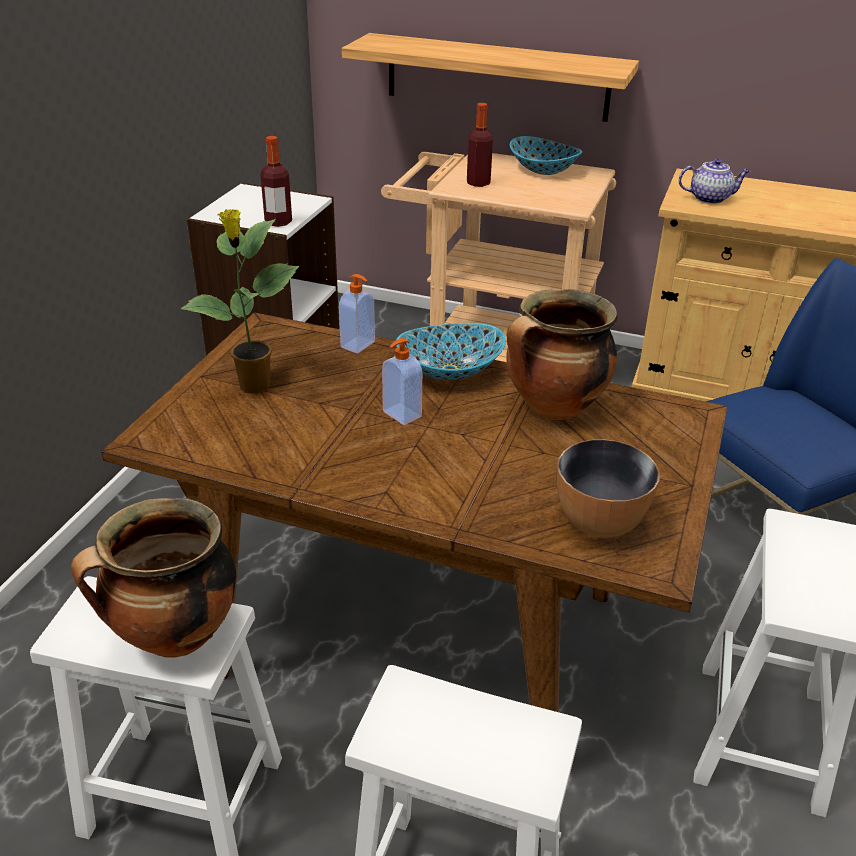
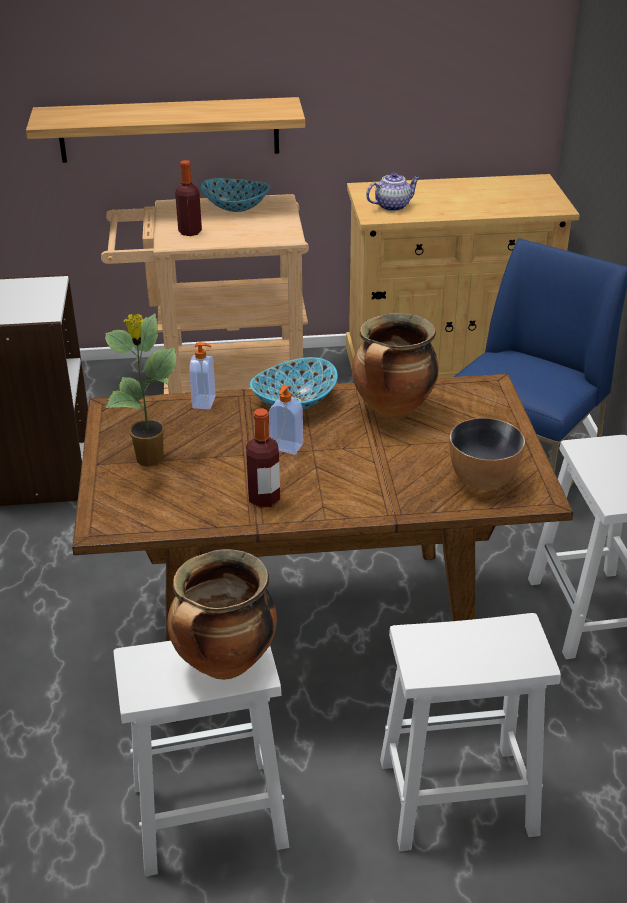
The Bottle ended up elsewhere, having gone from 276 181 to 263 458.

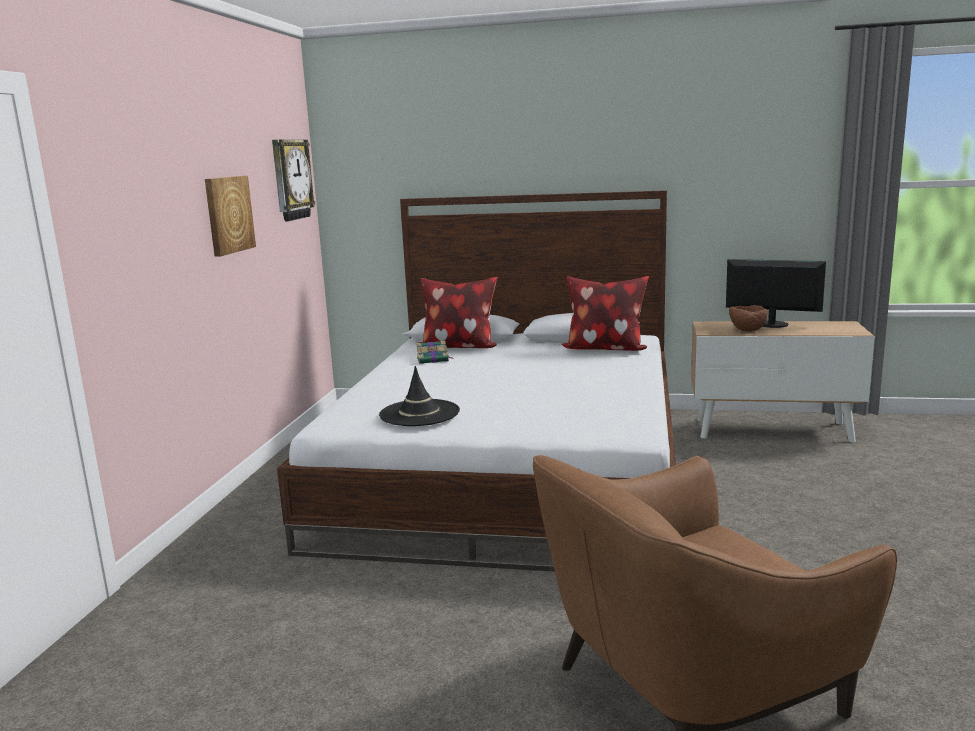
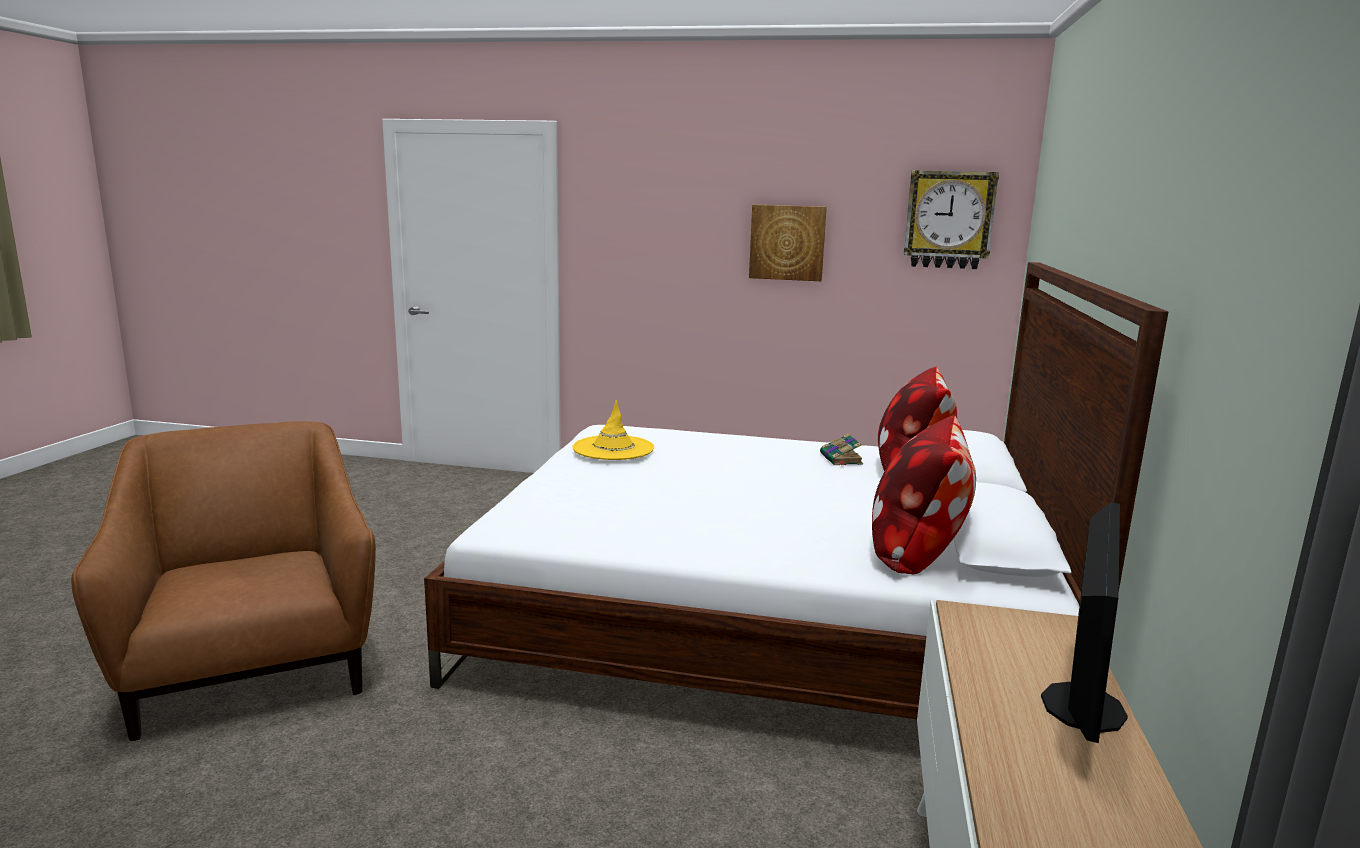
The second view lost the BrownBowl at 748 318.
What was the BlackHat at 419 396 turned into the YellowHat at 613 430.

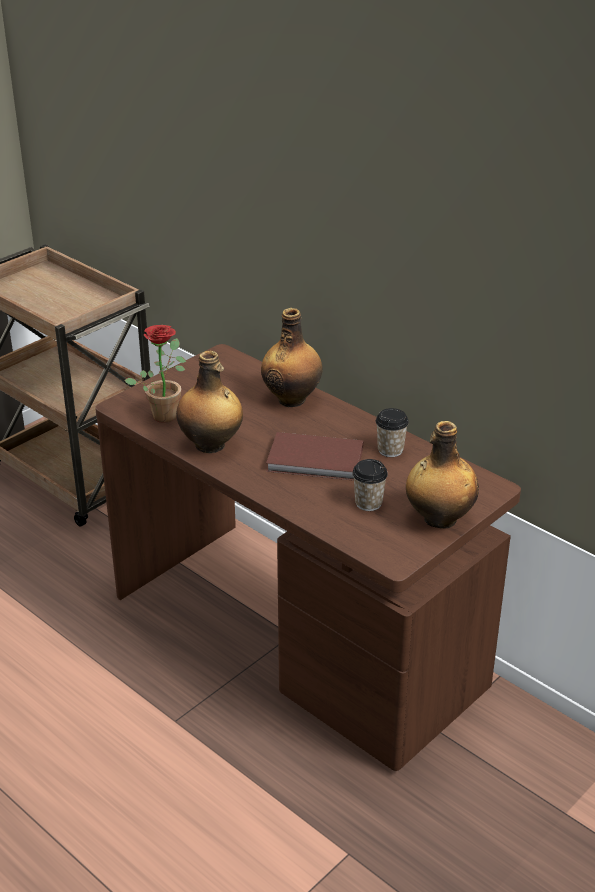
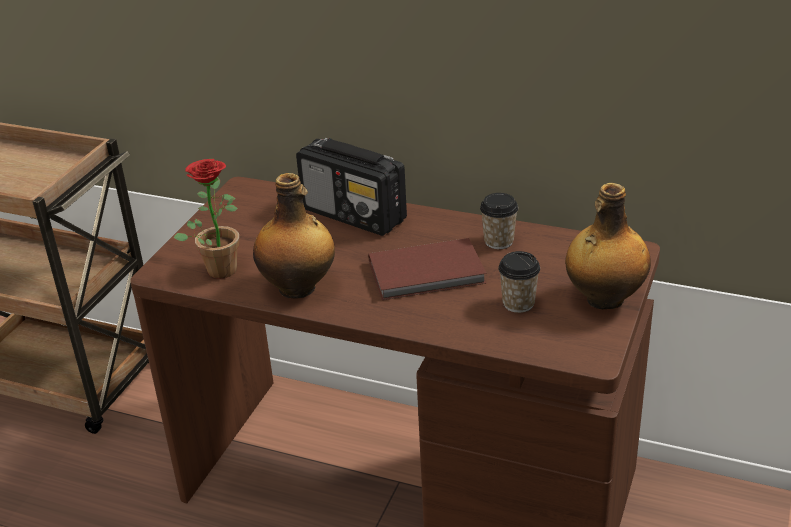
Where the Bottle stood at 292 357, the Radio came to stand at 351 187.

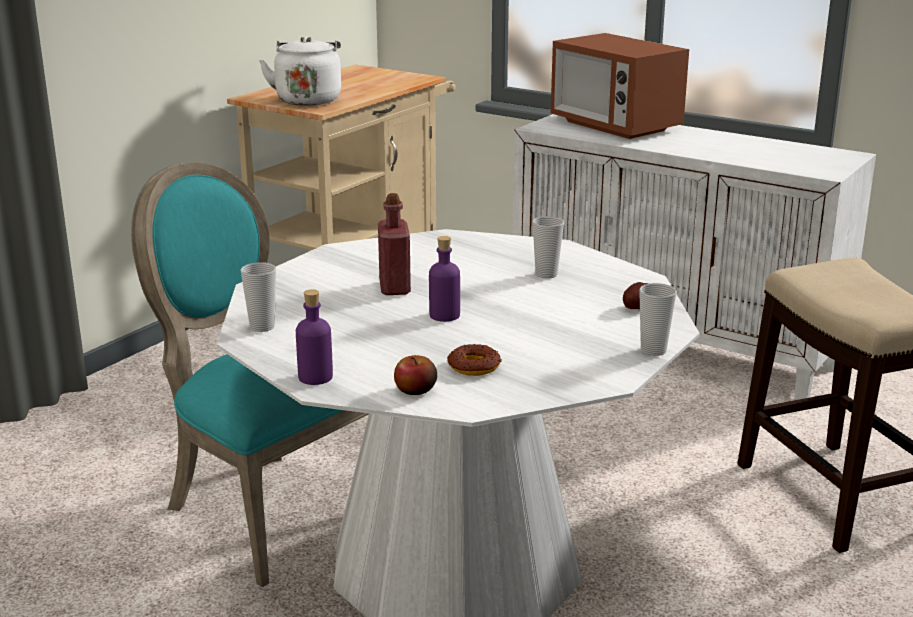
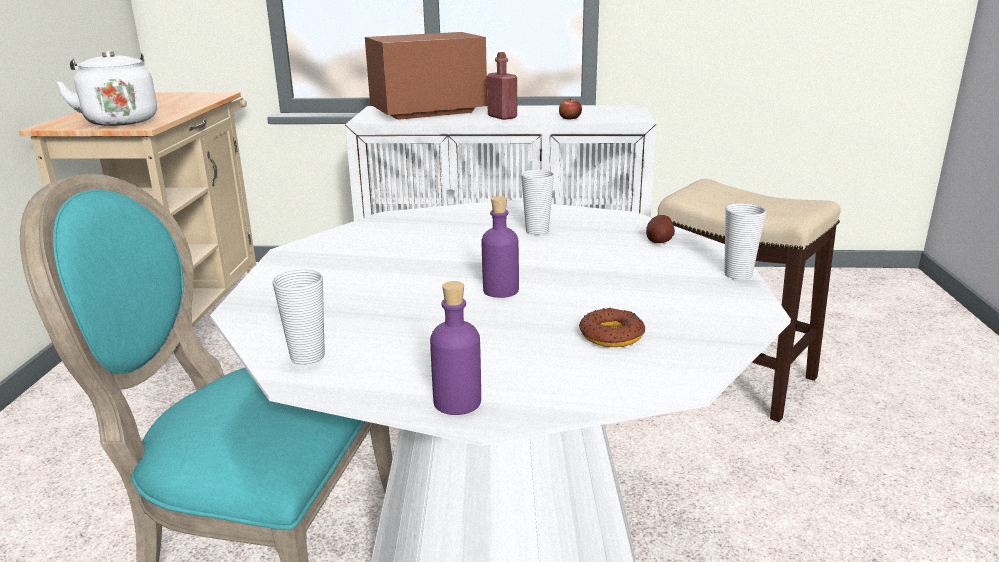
The Microwave at 620 86 ended up facing another way, 135 degrees clockwise from before.
The RedBottle ended up elsewhere, having gone from 394 244 to 502 86.
The Apple ended up elsewhere, having gone from 415 375 to 570 109.

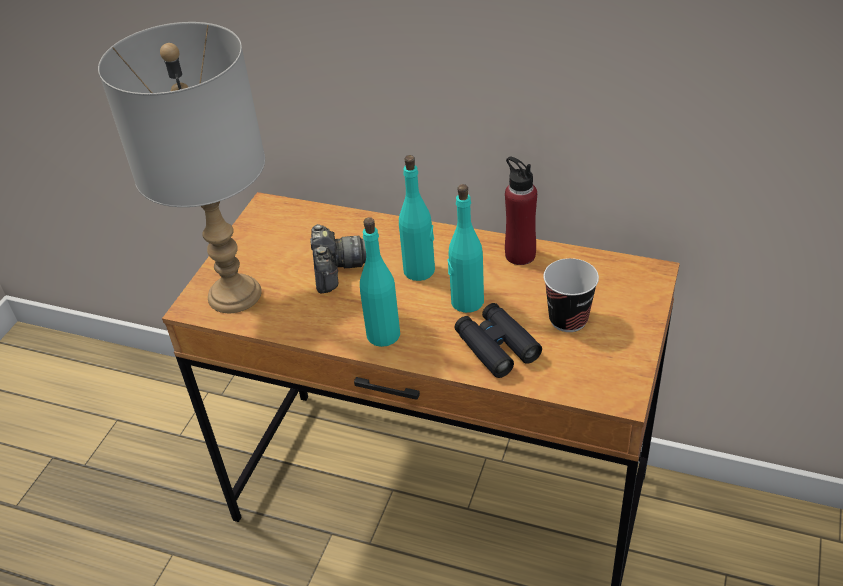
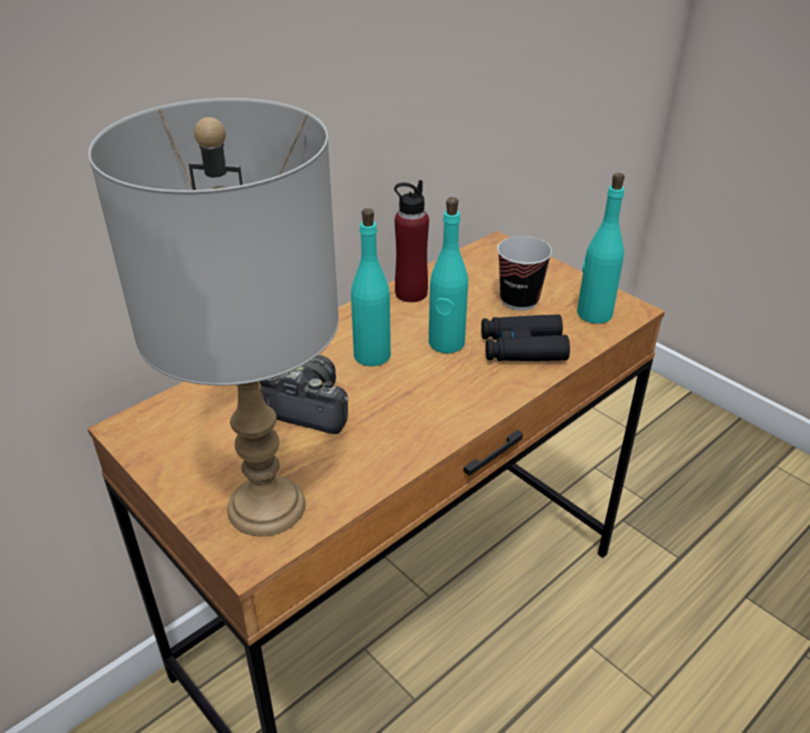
The TurquoiseBottle ended up elsewhere, having gone from 380 282 to 601 248.

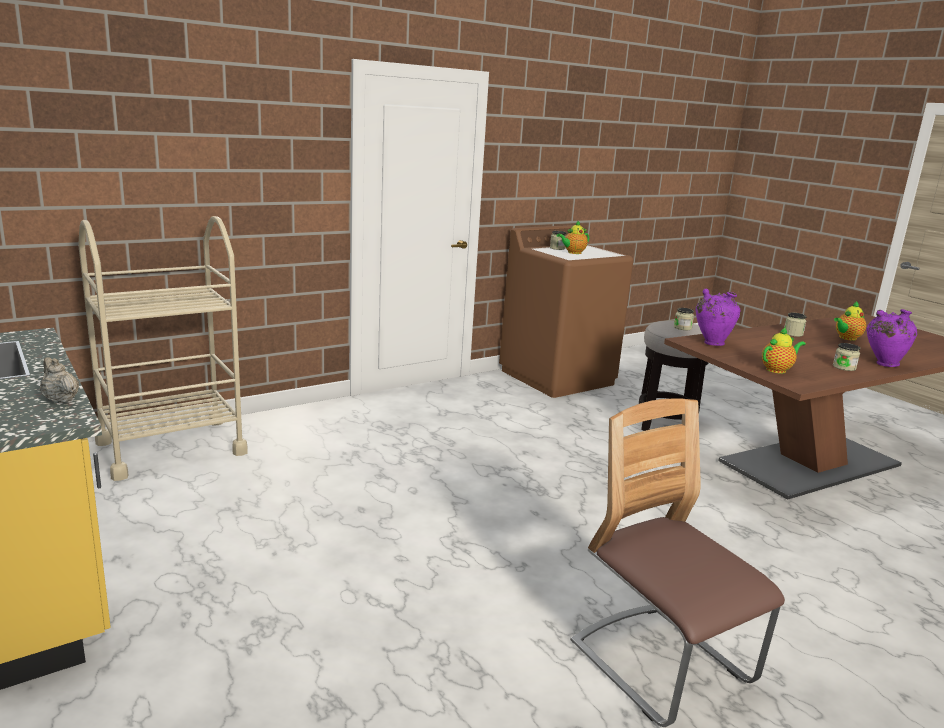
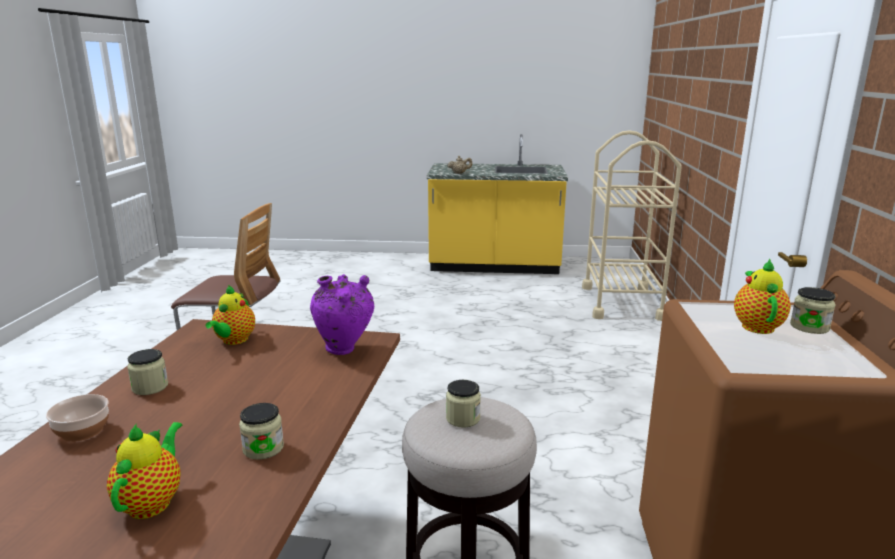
Where the PurpleVase stood at 891 338, the Bowl came to stand at 77 418.

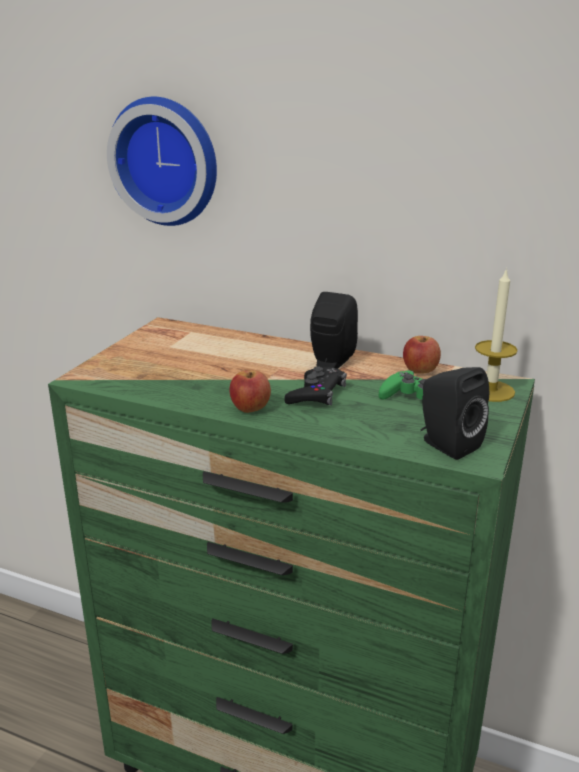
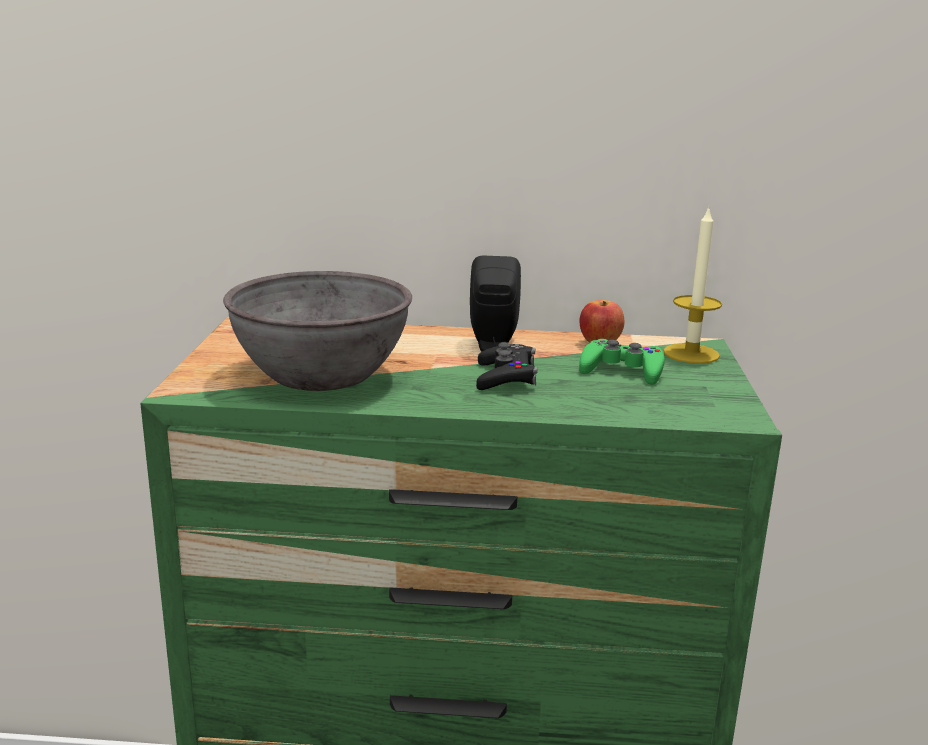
The second view lost the WallClock at 162 161.
The second view lost the BlackSpeaker at 455 413.
The second view lost the Apple at 250 391.
The second view gained the GreyBowl at 317 331.

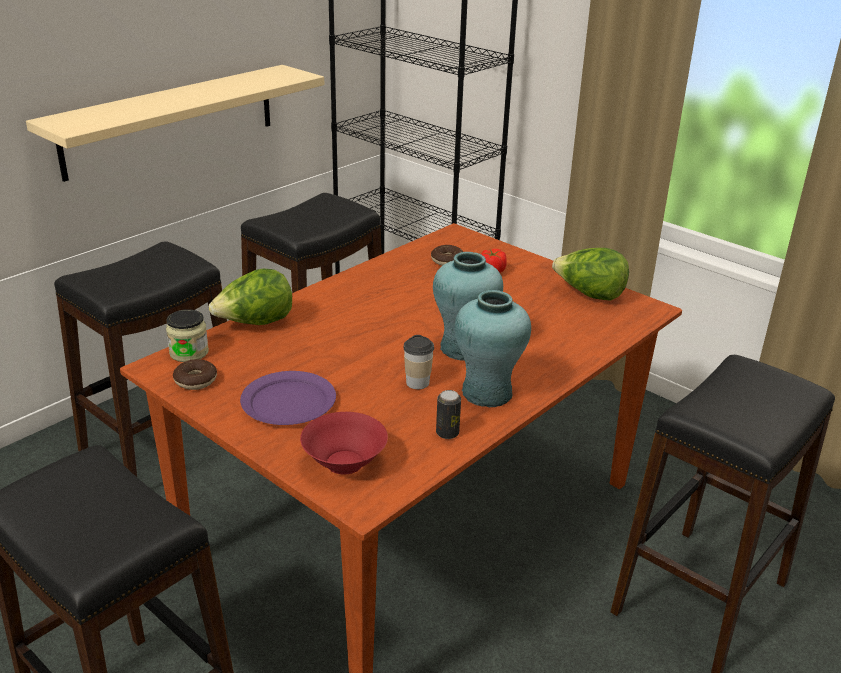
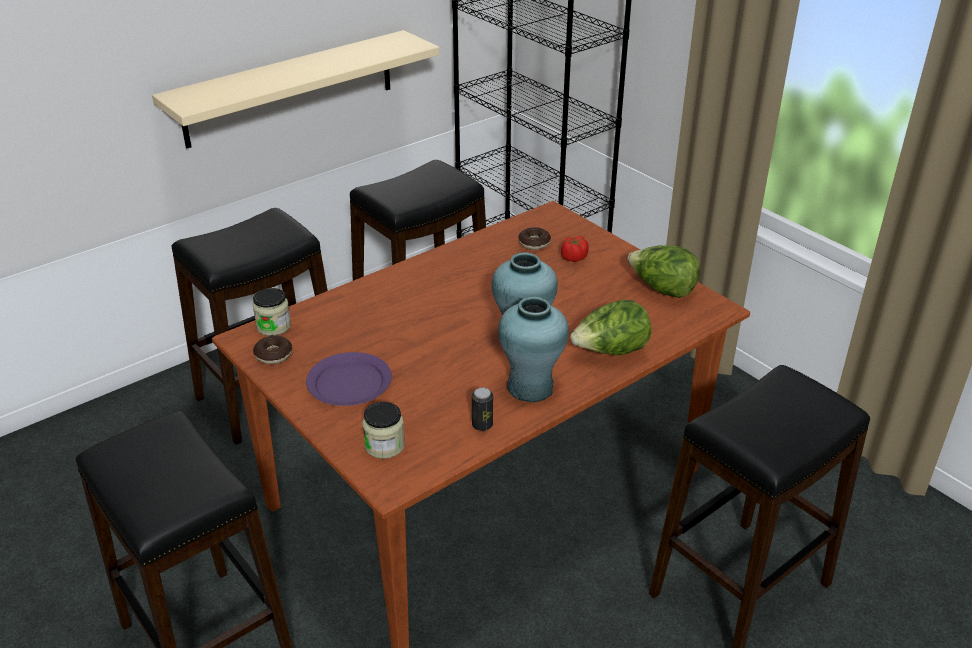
The Lettuce ended up elsewhere, having gone from 250 297 to 610 327.
The second view lost the Cup at 418 362.
Where the RedBowl stood at 344 443, the Jar came to stand at 383 430.

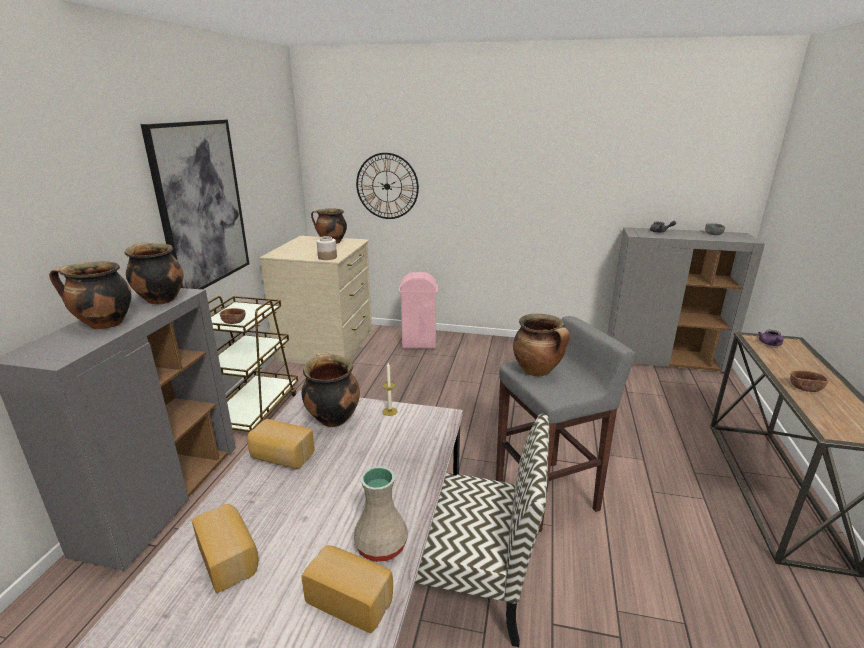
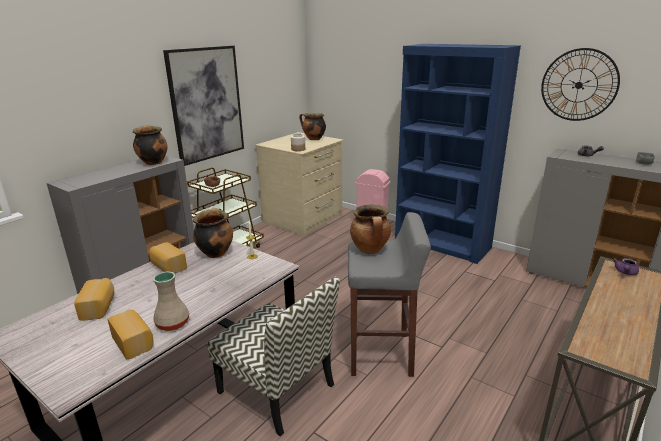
The WallClock ended up elsewhere, having gone from 387 186 to 580 84.
The second view lost the CookingPot at 90 295.
The second view lost the BrownBowl at 809 381.
The second view gained the BlueBookcase at 458 154.

